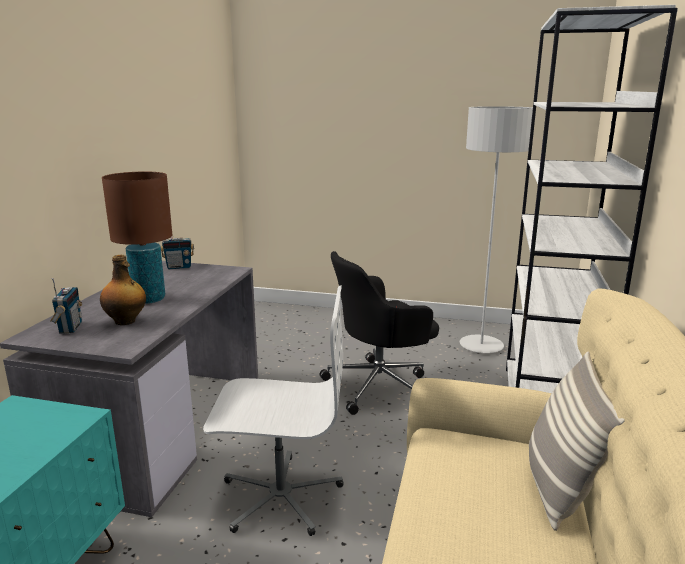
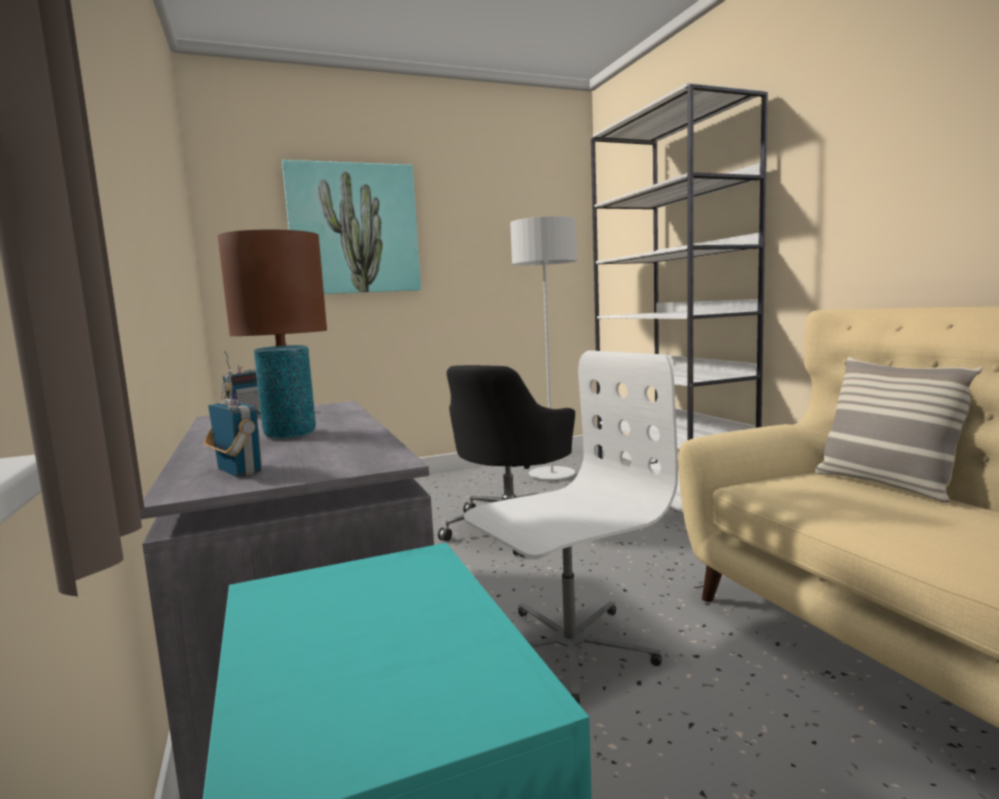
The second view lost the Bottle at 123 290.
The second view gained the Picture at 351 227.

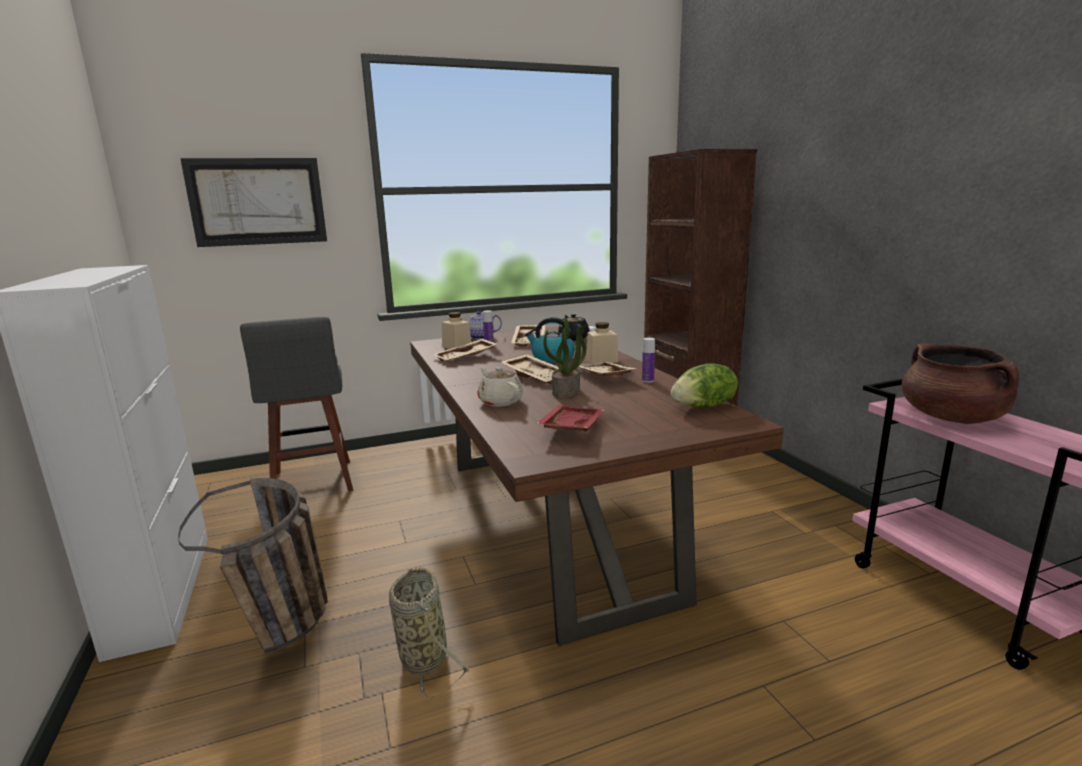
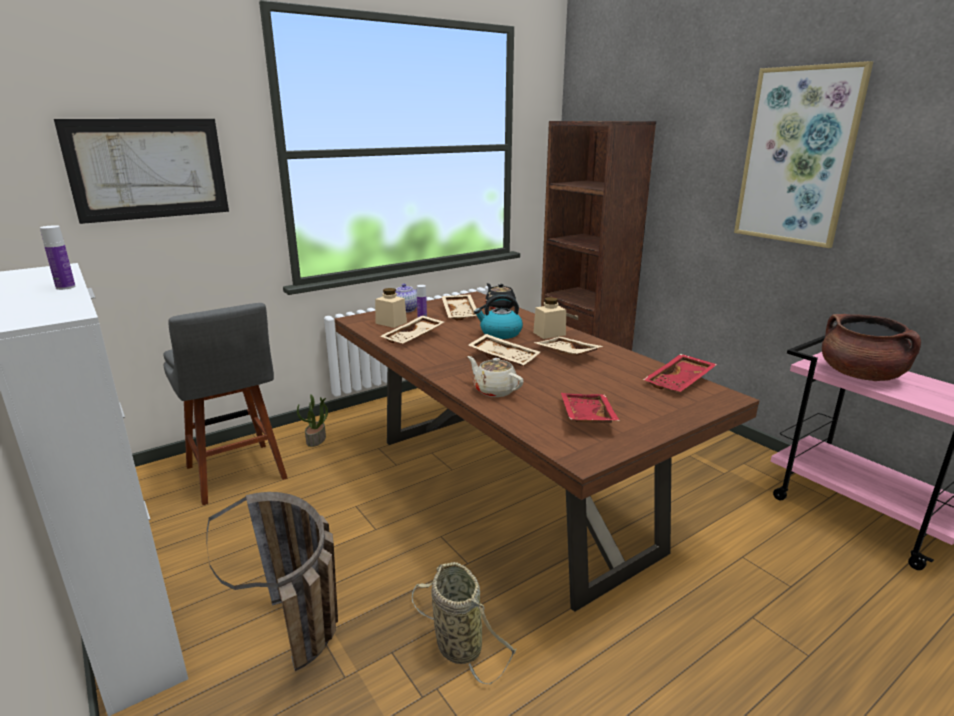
The PottedPlant ended up elsewhere, having gone from 565 358 to 312 420.
The Bottle ended up elsewhere, having gone from 648 360 to 58 257.
Where the Lettuce stood at 704 385, the RedTray came to stand at 680 373.
The second view gained the Picture at 803 154.

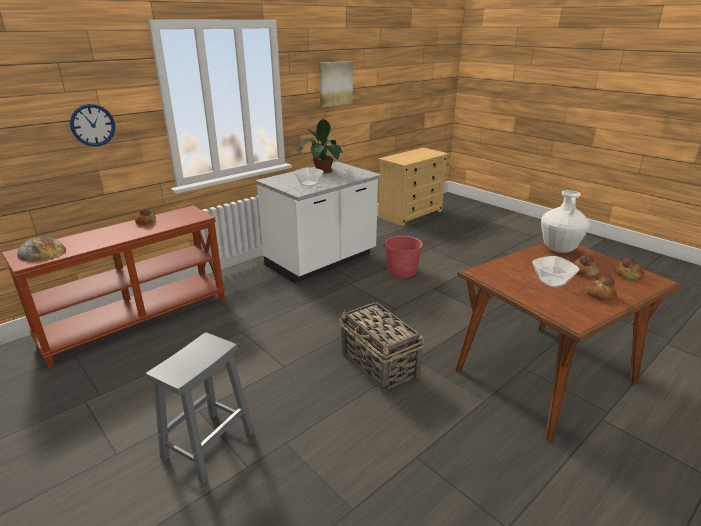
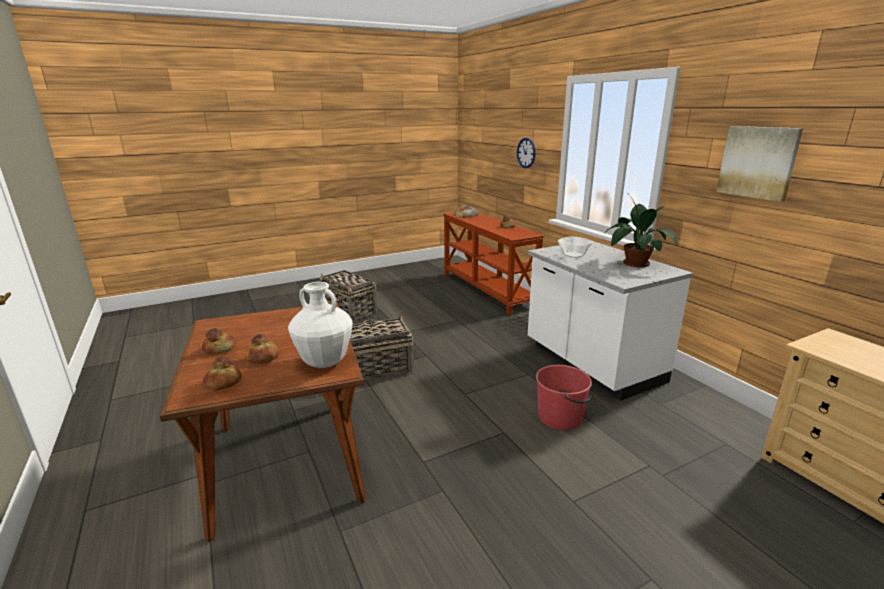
The second view lost the Bowl at 555 272.
Where the GreyStool stood at 199 407, the Basket came to stand at 347 296.

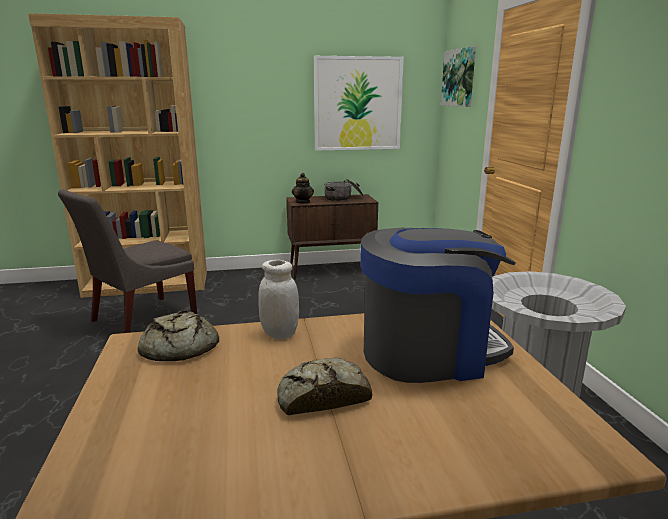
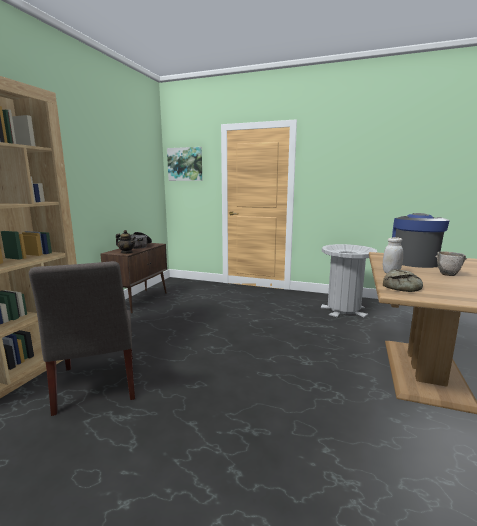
The second view lost the Picture at 359 103.
Where the Bread stood at 325 386, the Bowl came to stand at 451 263.

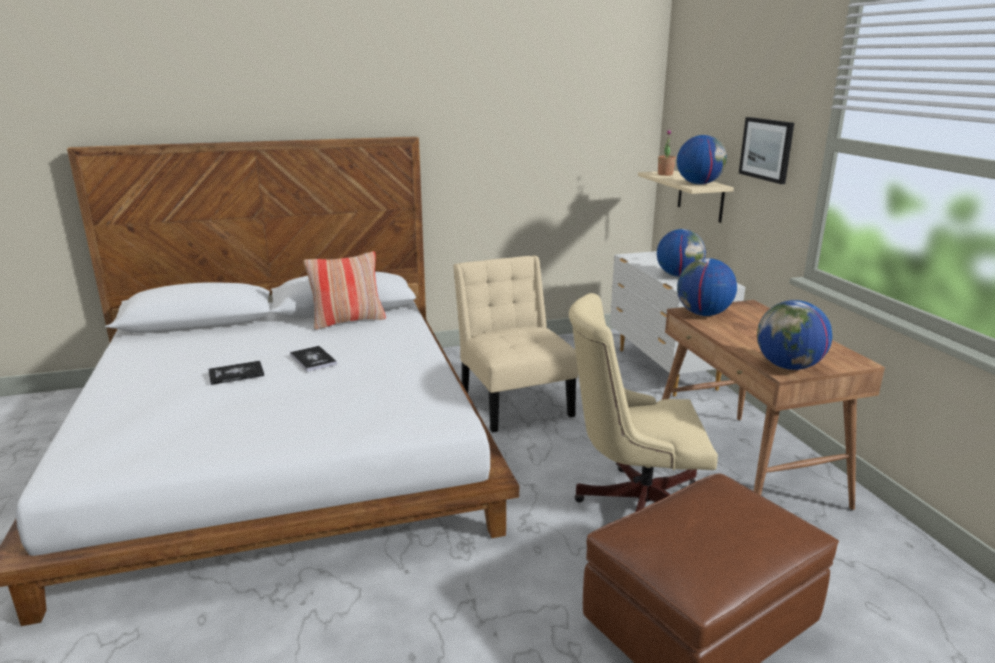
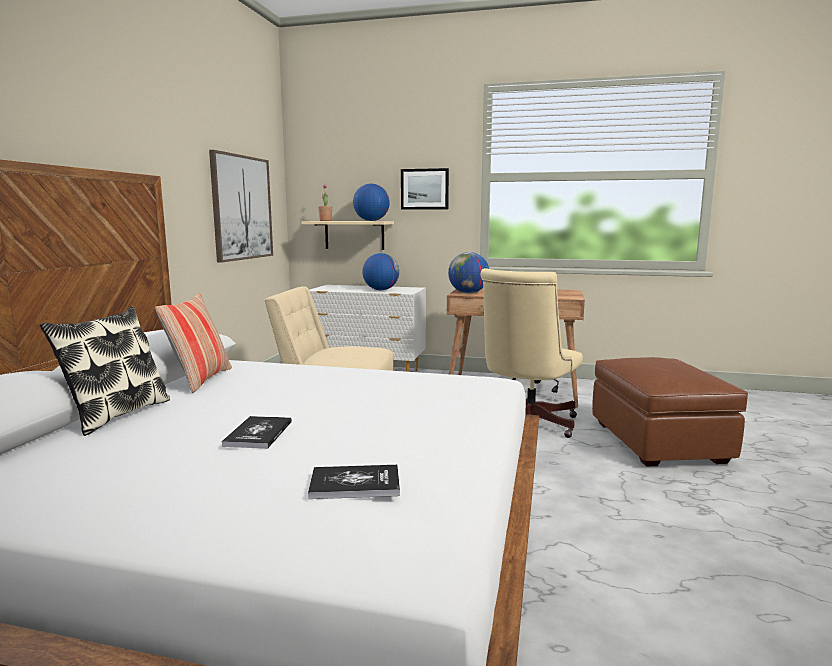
The second view lost the Globe at 794 335.
The Book ended up elsewhere, having gone from 313 359 to 354 482.
The second view gained the Picture at 241 206.
The second view gained the Pillow at 105 371.

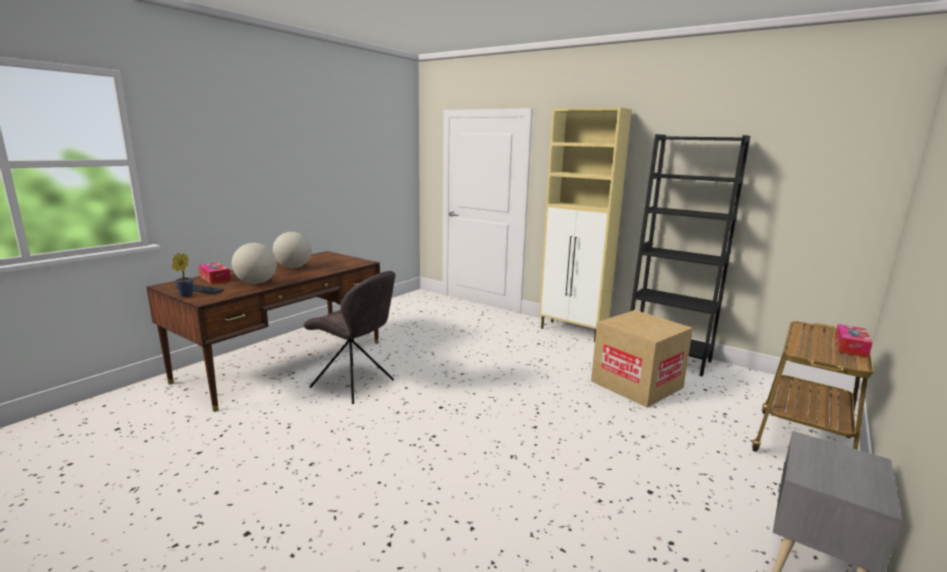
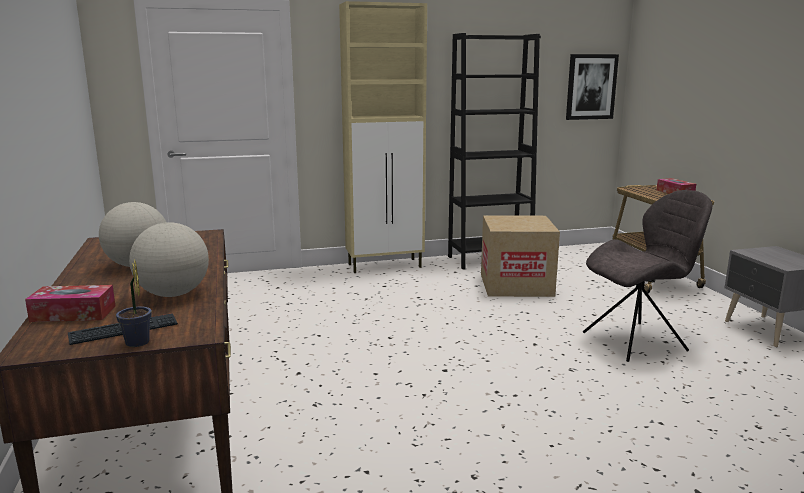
The GreyChair ended up elsewhere, having gone from 349 337 to 647 276.
The second view gained the Picture at 592 87.

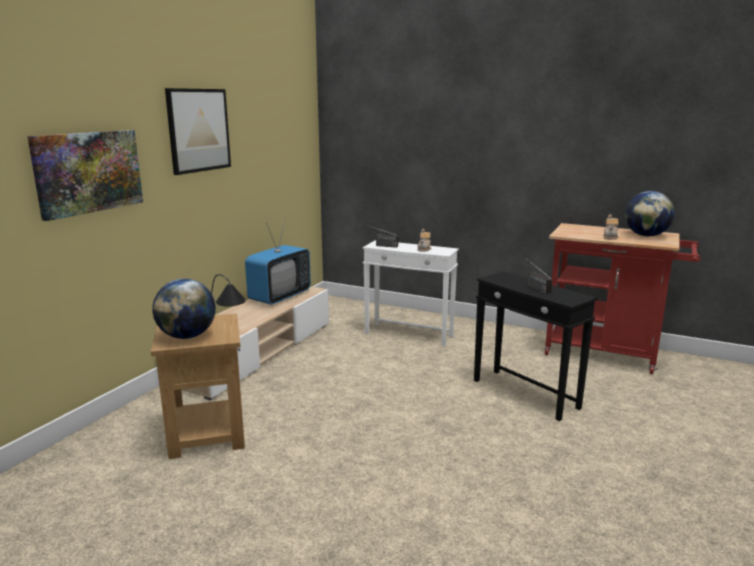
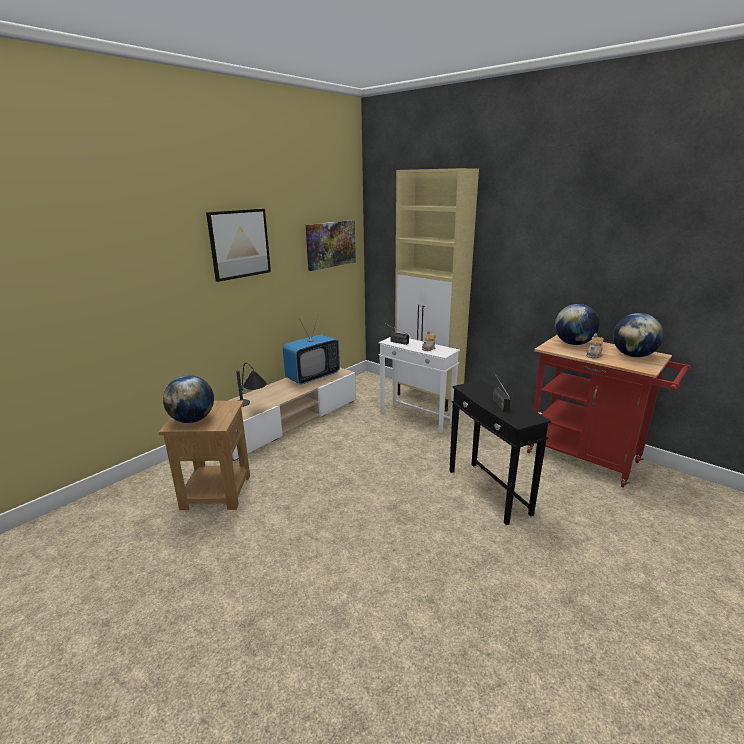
The Picture ended up elsewhere, having gone from 85 175 to 330 245.
The second view gained the BeigeCabinet at 437 290.
The second view gained the Globe at 577 324.

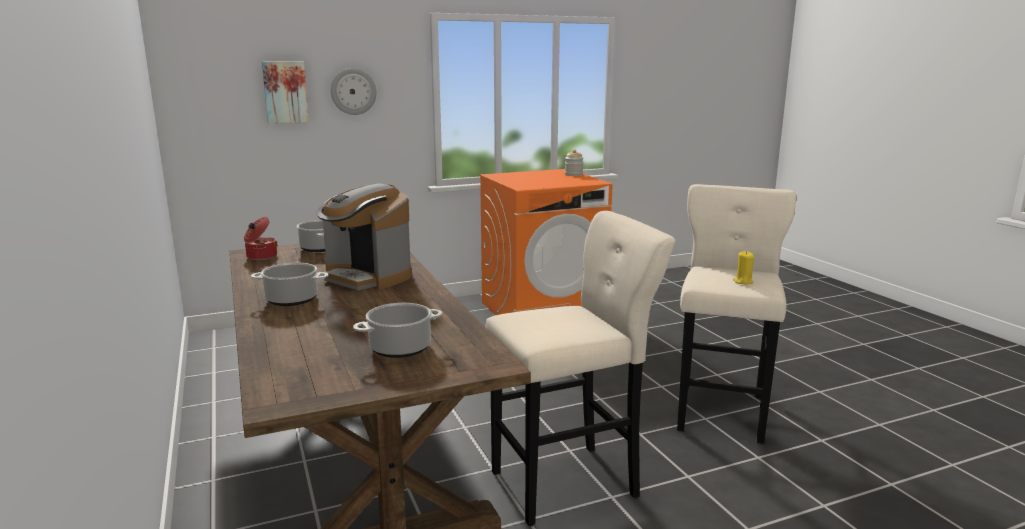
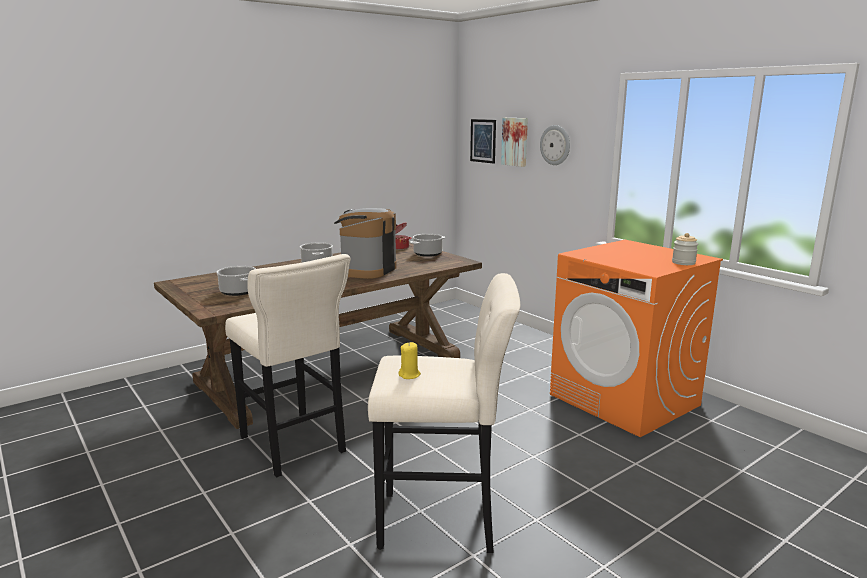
The second view gained the Picture at 483 141.

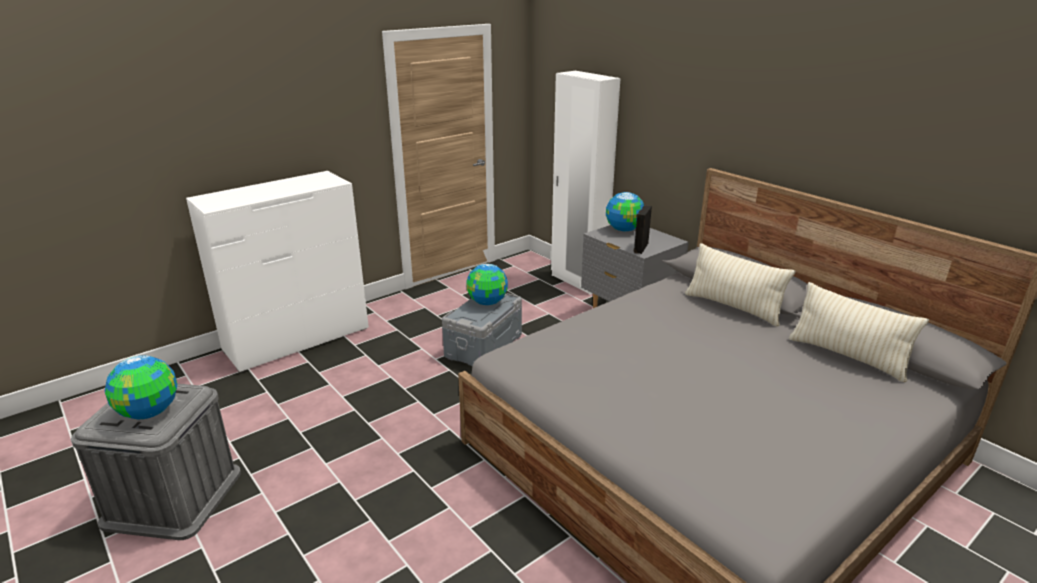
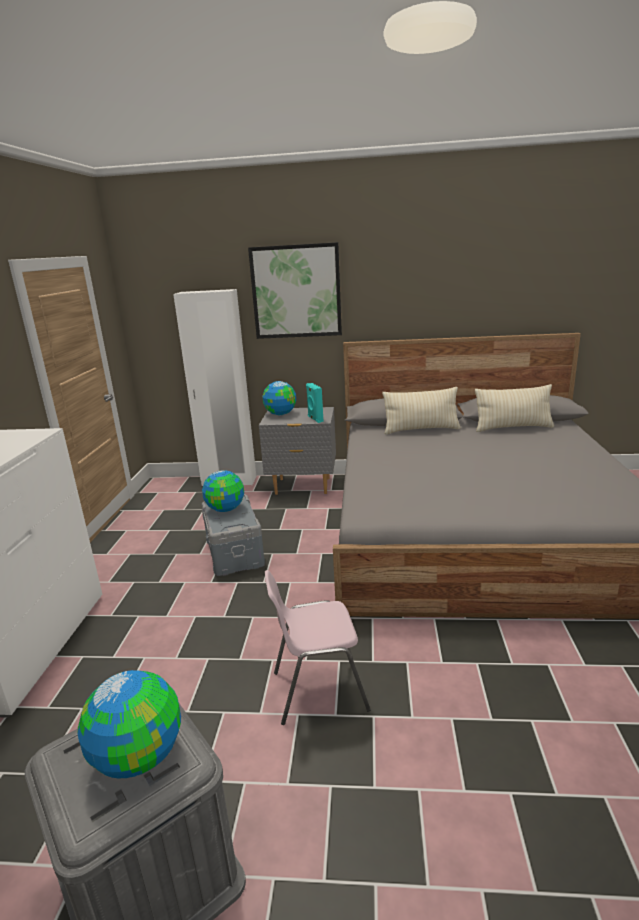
What was the BlackSpeaker at 643 229 turned into the TurquoiseSpeaker at 315 403.
The second view gained the Picture at 295 290.
The second view gained the PinkChair at 318 647.

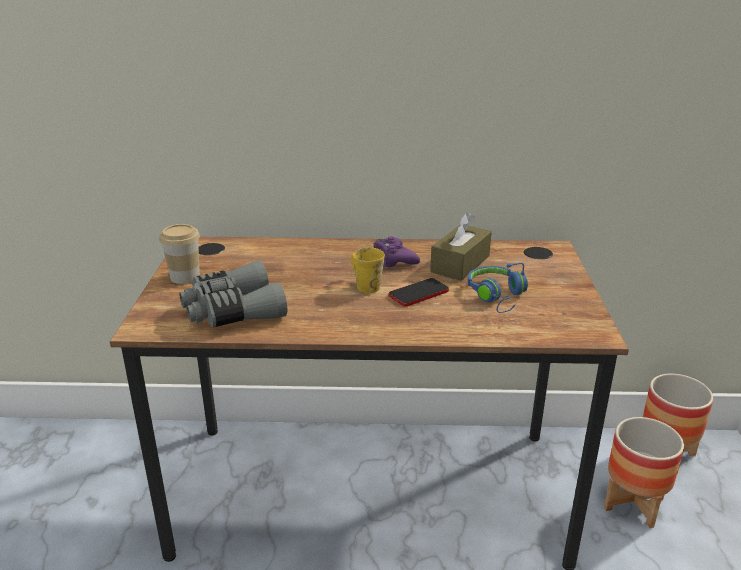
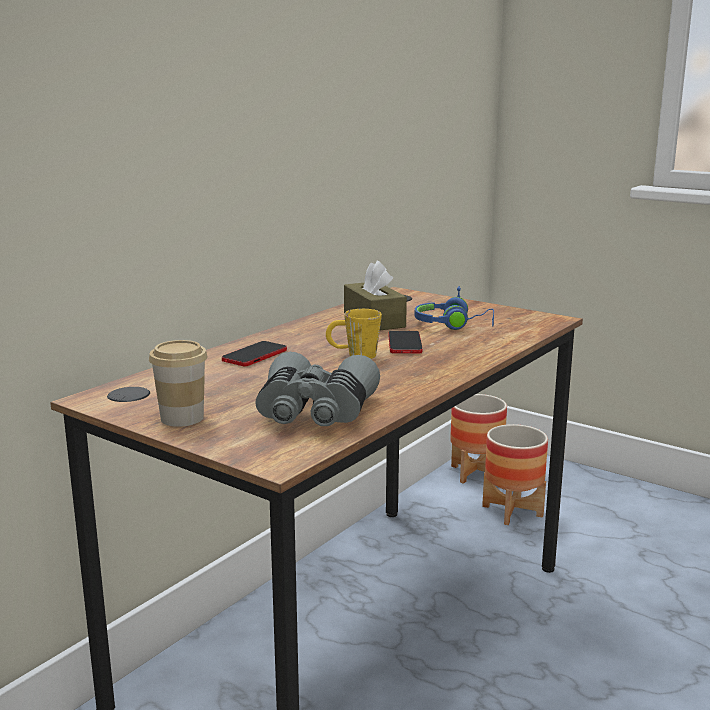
The second view lost the PurpleGameController at 396 252.
The second view gained the Phone at 254 354.

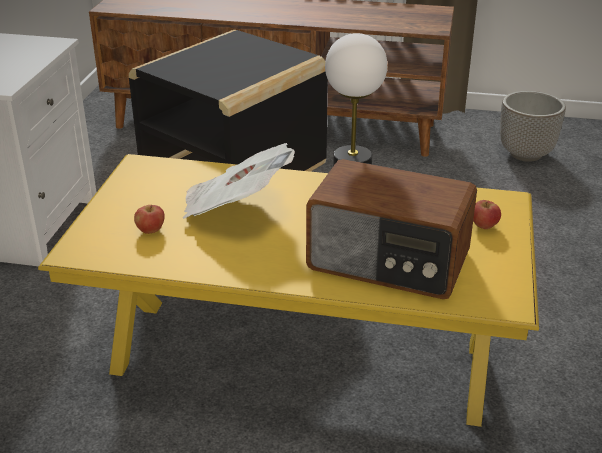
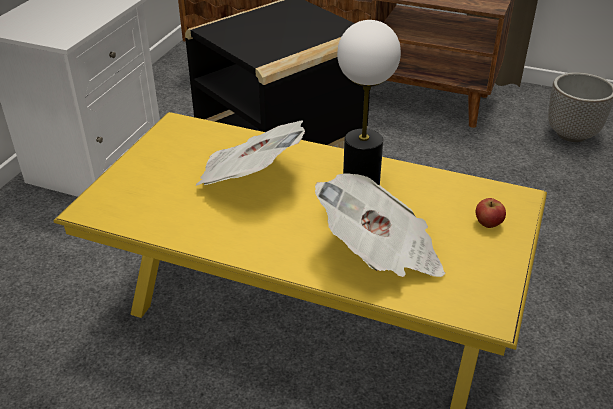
Where the Radio stood at 391 229, the Newspaper came to stand at 380 225.
The second view lost the Apple at 149 219.

